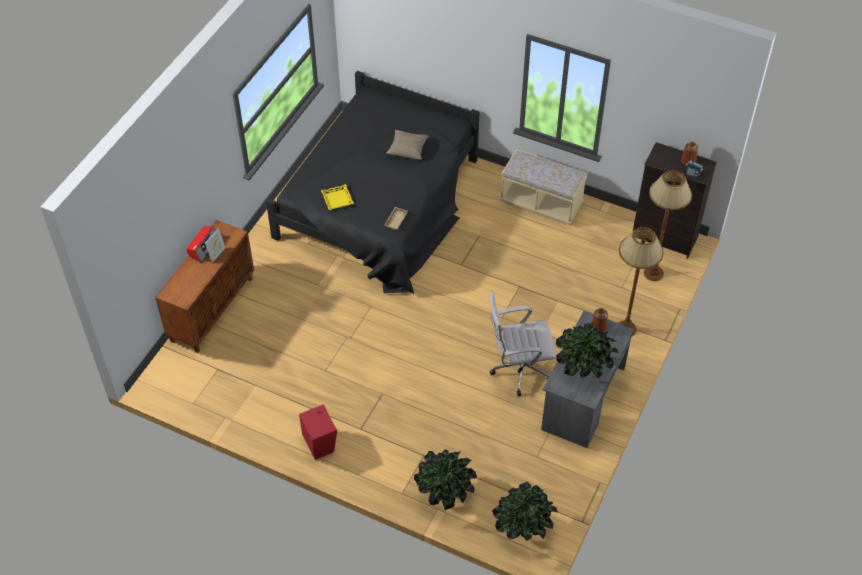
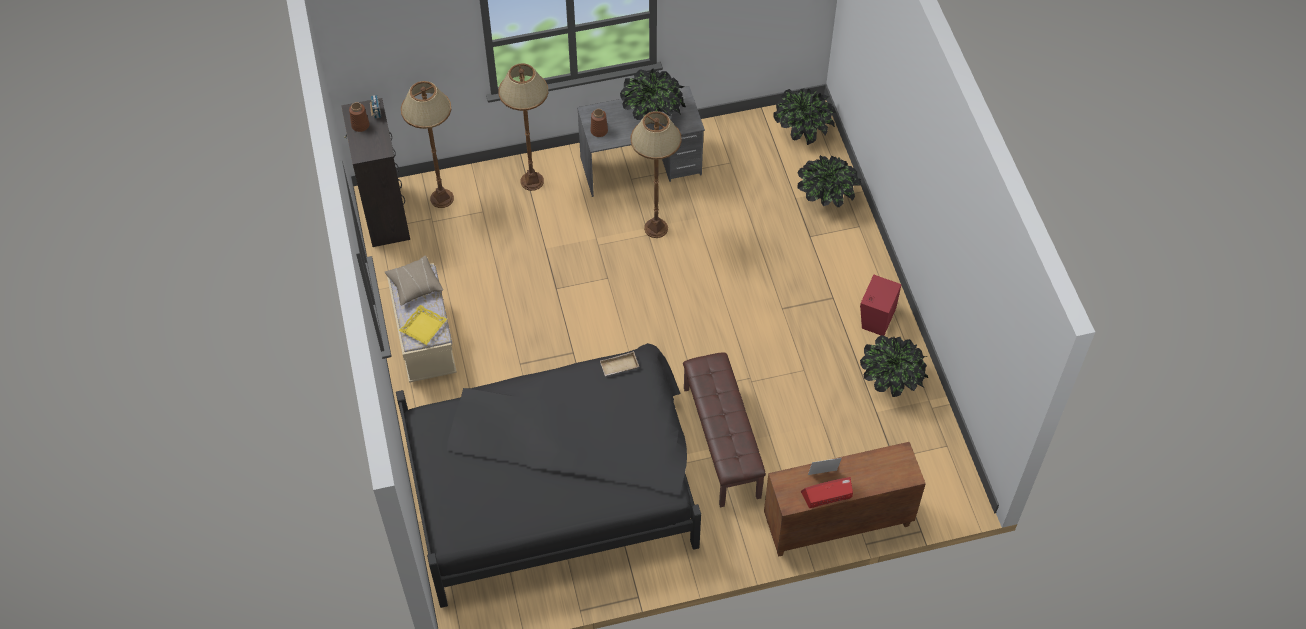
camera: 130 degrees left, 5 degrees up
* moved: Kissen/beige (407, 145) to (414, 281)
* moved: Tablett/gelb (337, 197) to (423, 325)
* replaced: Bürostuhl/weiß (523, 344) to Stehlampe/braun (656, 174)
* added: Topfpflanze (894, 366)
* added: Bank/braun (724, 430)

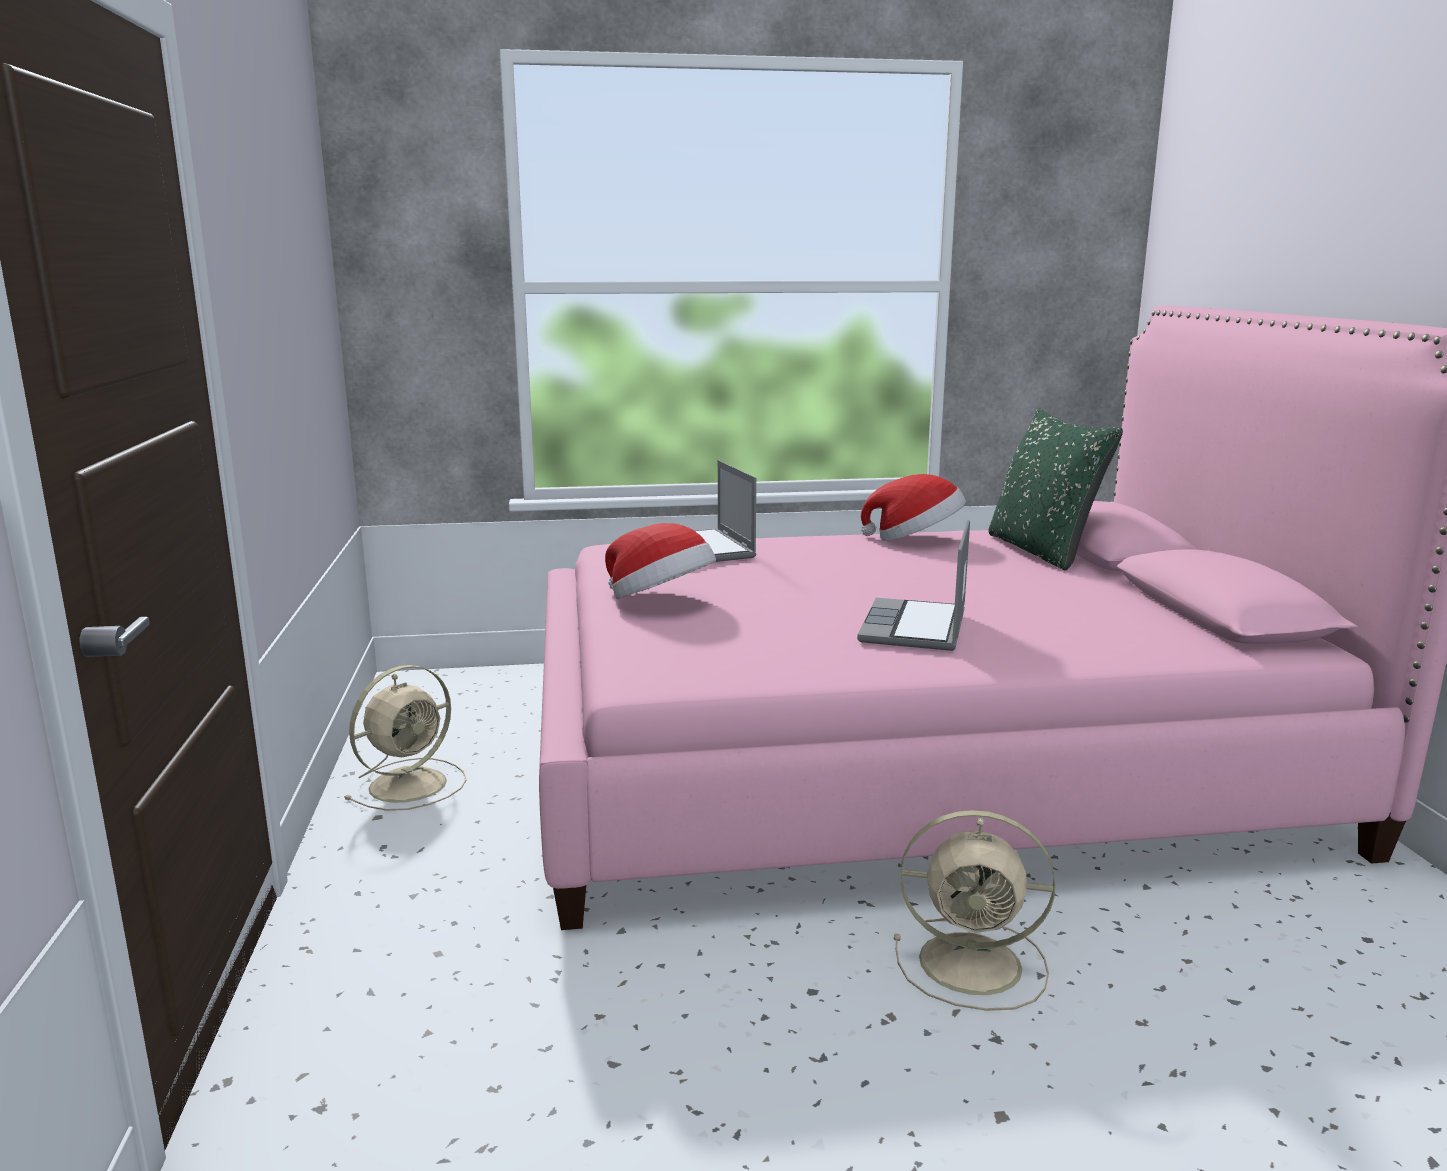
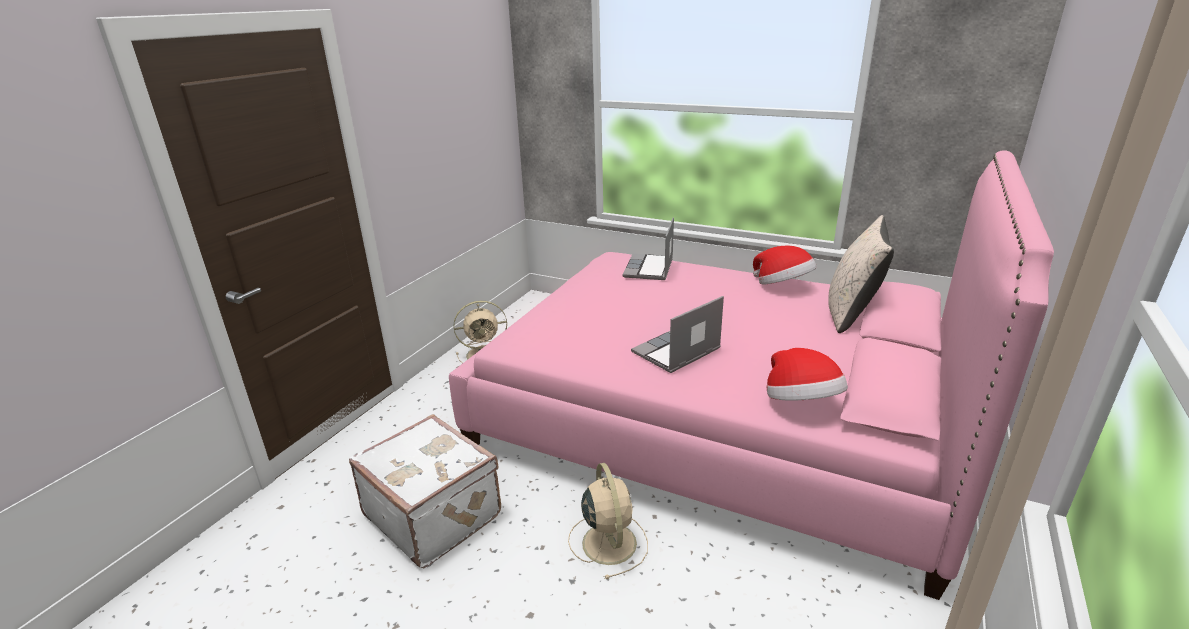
camera: 35 degrees right, 10 degrees up
* recoloured: Kissen/grün (1055, 489) to Kissen/beige (861, 274)
* moved: Hut (660, 561) to (807, 374)
* turned: Ventilator/beige (975, 910) = (608, 521) 150 degrees counterclockwise
* added: Koffer/weiß (425, 491)

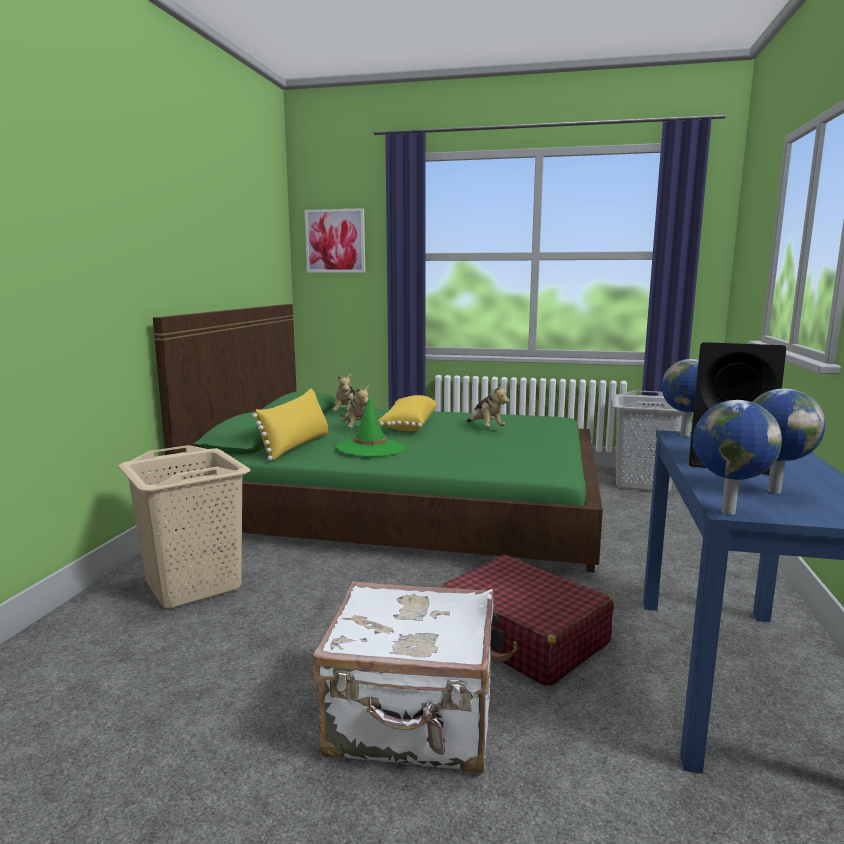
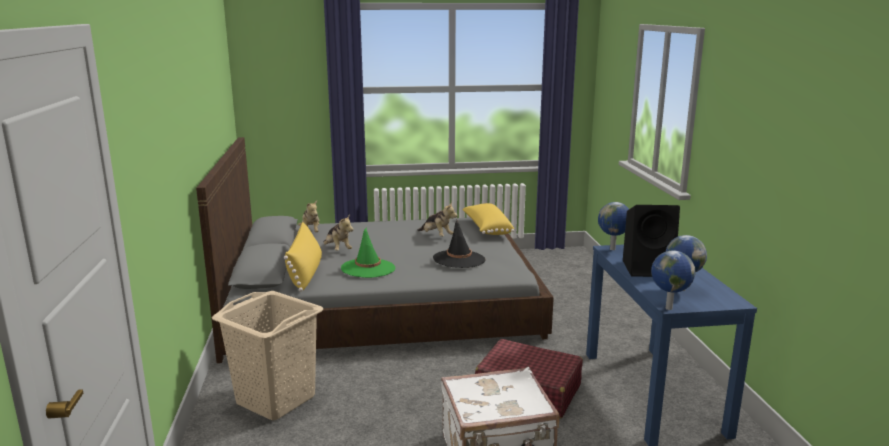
camera: 20 degrees left, 5 degrees up
* removed: Bild (335, 240)
* recoloured: Bett/grün (378, 438) to Bett/grau (375, 250)
* removed: Wäschekorb/grau (647, 440)
* moved: Kissen/gelb (407, 413) to (488, 219)
* added: Hut/schwarz (459, 244)

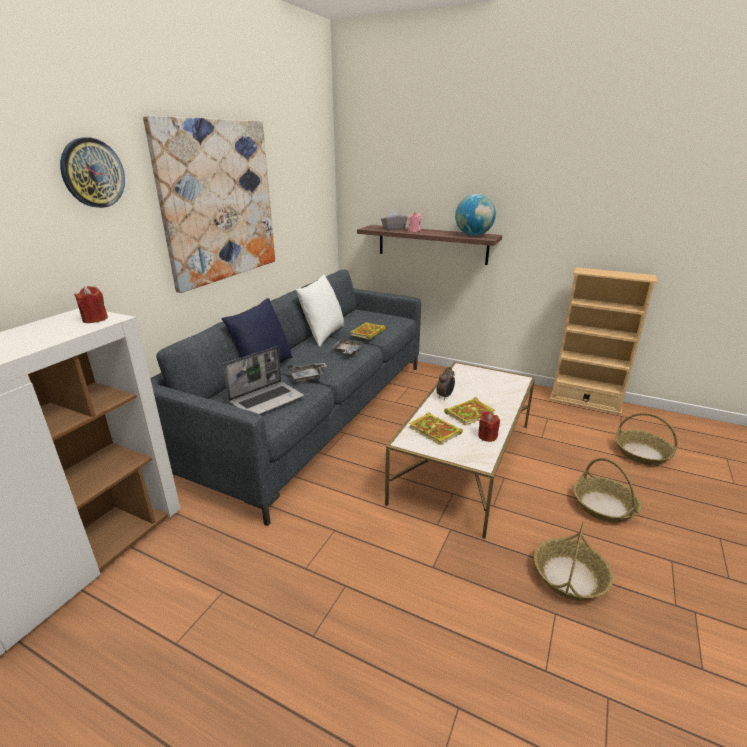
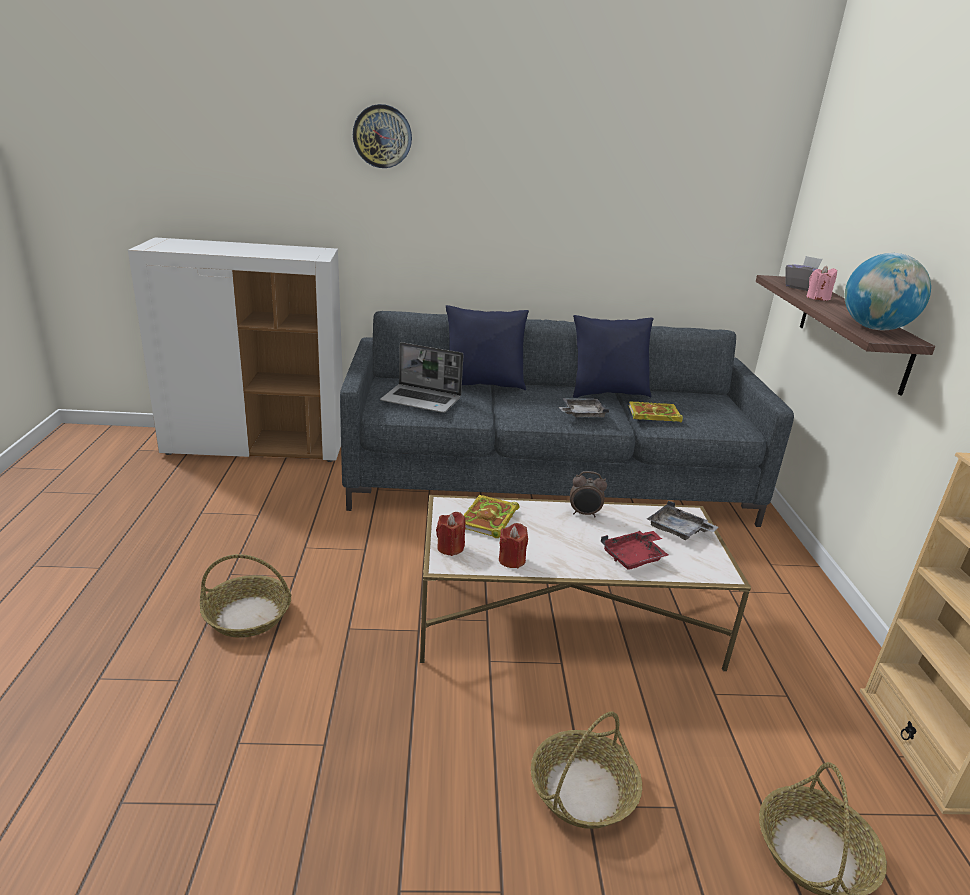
camera: 60 degrees right, 0 degrees up
* removed: Bild (209, 204)
* recoloured: Kissen/weiß (320, 311) to Kissen/blau (613, 356)
* moved: Kerze/rot (91, 304) to (450, 534)
* moved: Tablett/grau (307, 372) to (683, 520)
* removed: Buch (469, 411)
* moved: Korb (573, 561) to (245, 596)
* added: Tablett/rot (634, 550)

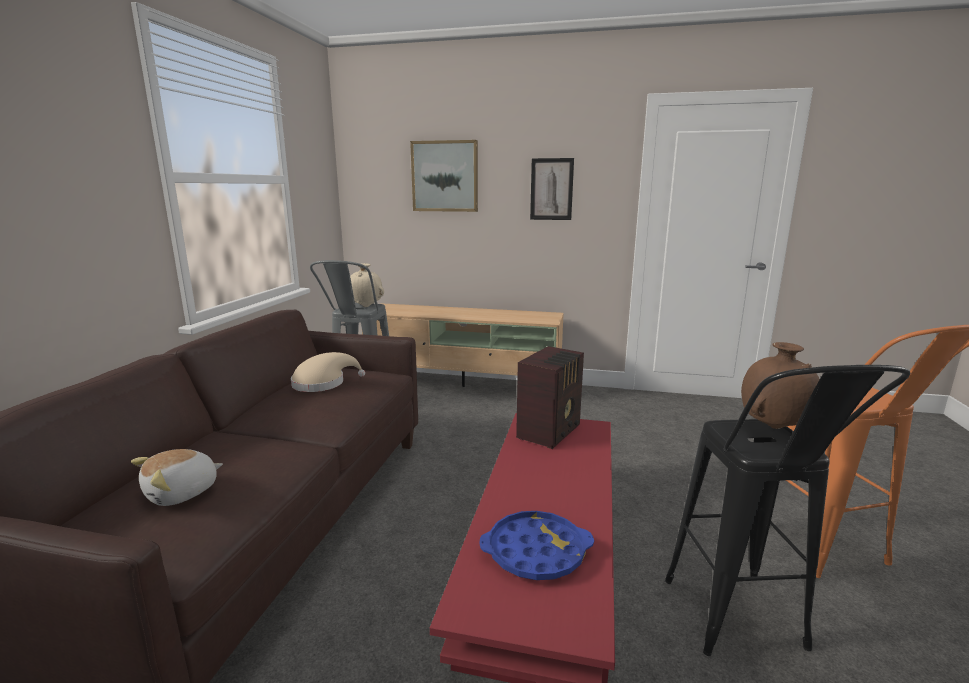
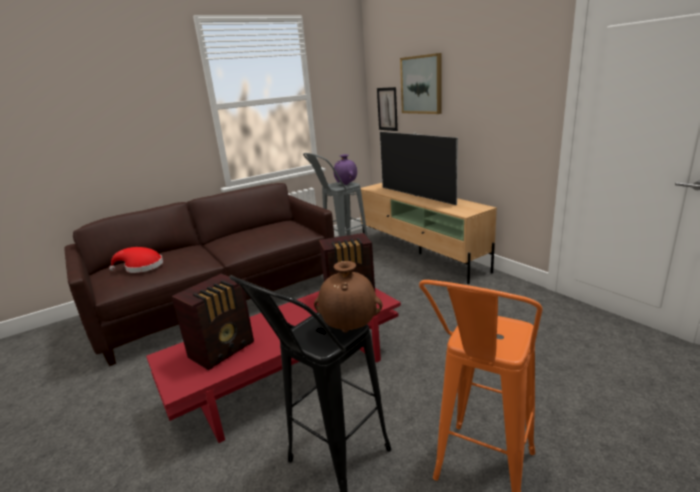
camera: 45 degrees right, 5 degrees up
* moved: Bild (552, 189) to (387, 109)
* recoloured: Vase/beige (367, 285) to Vase/lila (345, 169)
* removed: Hut/beige (328, 372)
* replaced: Plüschtier (177, 477) to Hut/rot (136, 260)
* replaced: Tablett/blau (536, 545) to Radio (212, 322)
* added: Fernseher (419, 168)

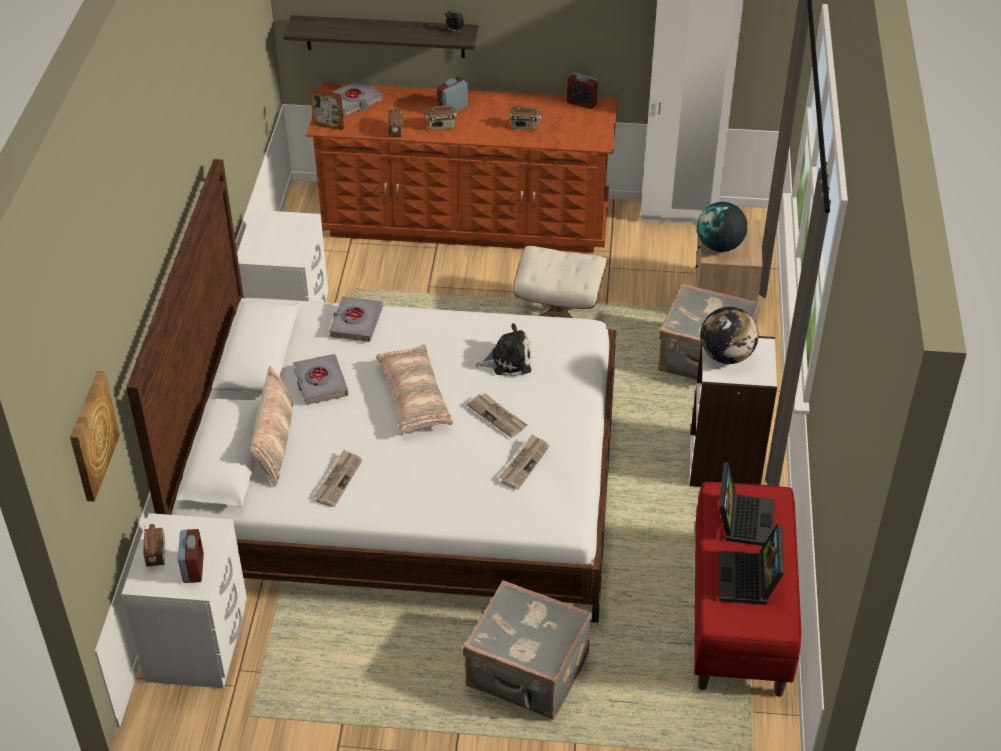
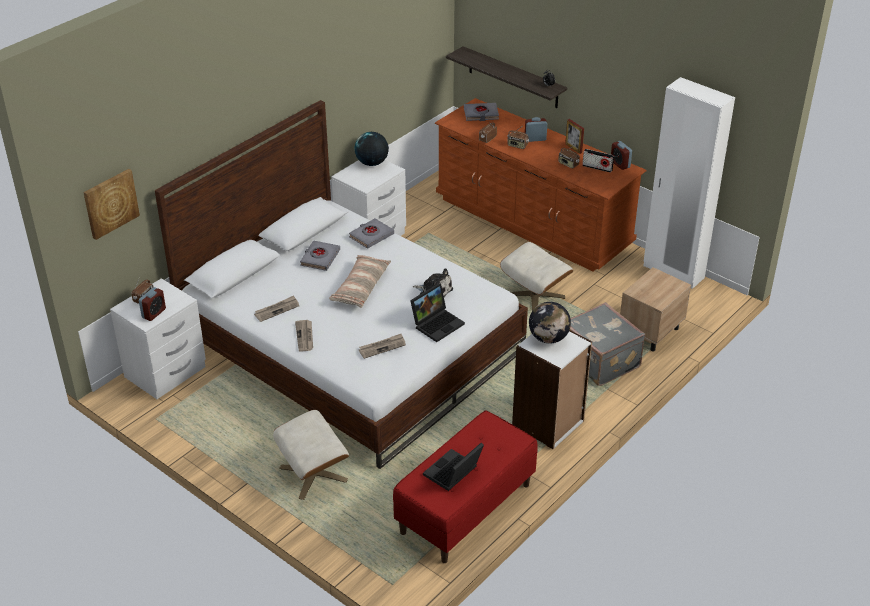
camera: 35 degrees right, 5 degrees down
* moved: Bilderrahmen (327, 109) to (574, 136)
* moved: Globus (722, 227) to (371, 149)
* removed: Kissen (272, 426)
* moved: Zeitung (496, 416) to (304, 336)
* moved: Laptop (747, 504) to (437, 312)
* replaced: Koffer/grau (527, 650) to Polsterhocker/beige (311, 455)
* added: Radio (598, 161)

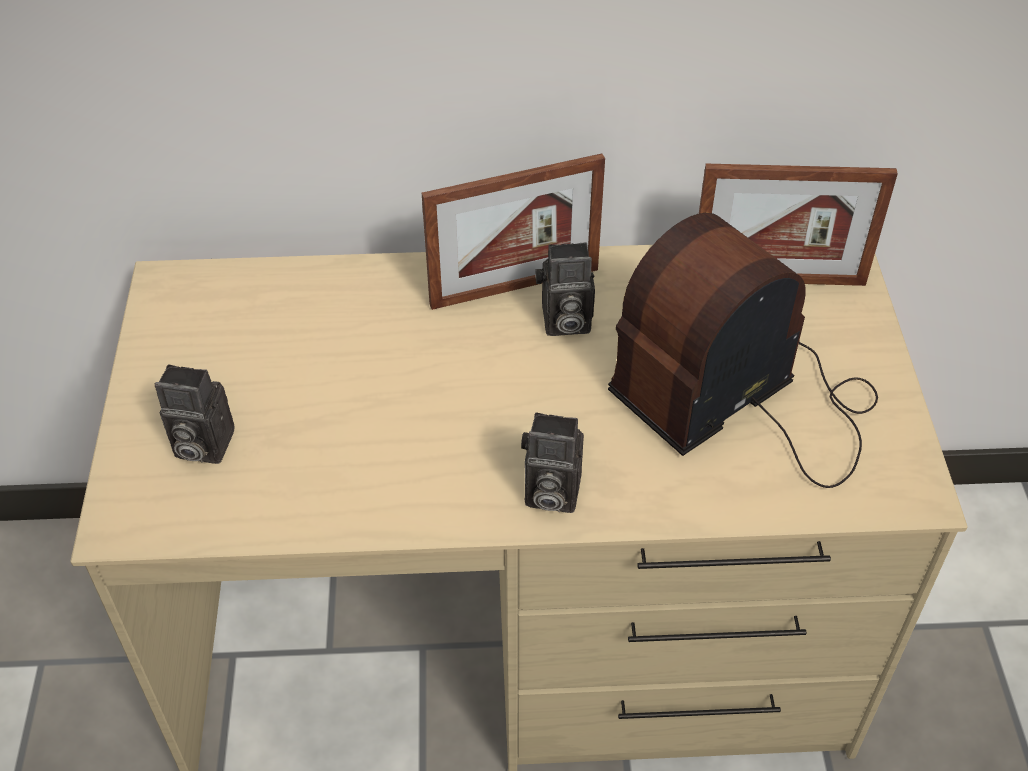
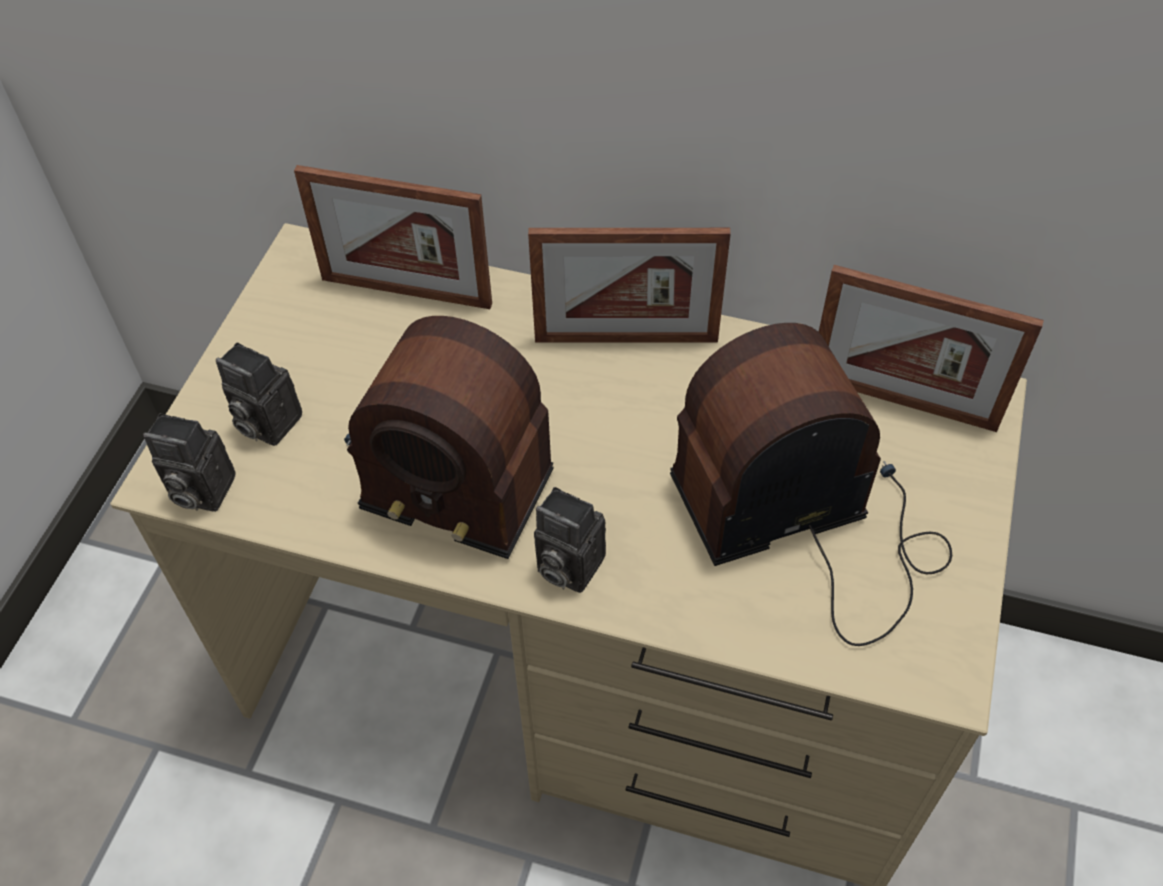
camera: 20 degrees right, 5 degrees up
* moved: Kamera (565, 289) to (189, 462)
* added: Bilderrahmen (393, 237)
* added: Radio (449, 437)

